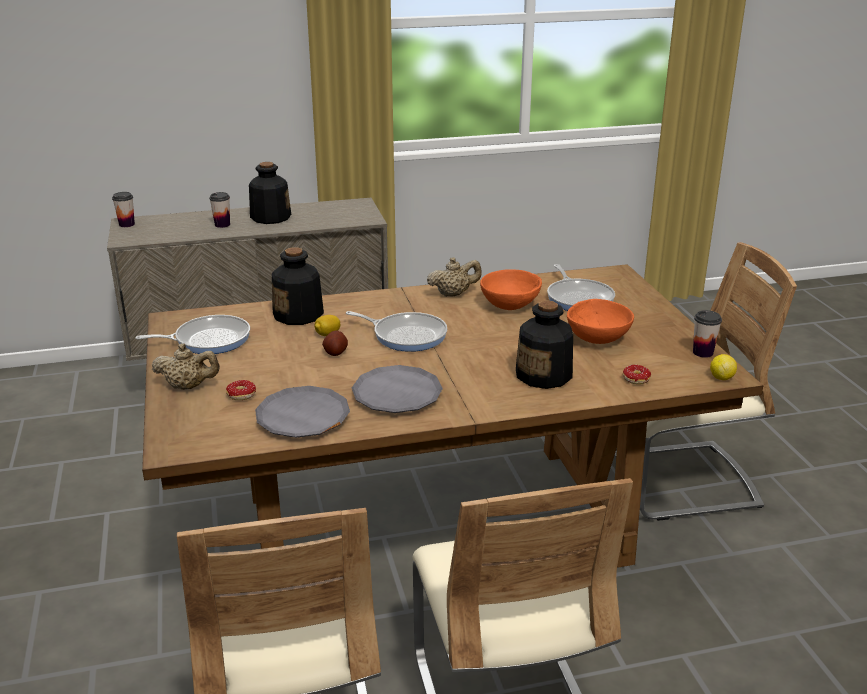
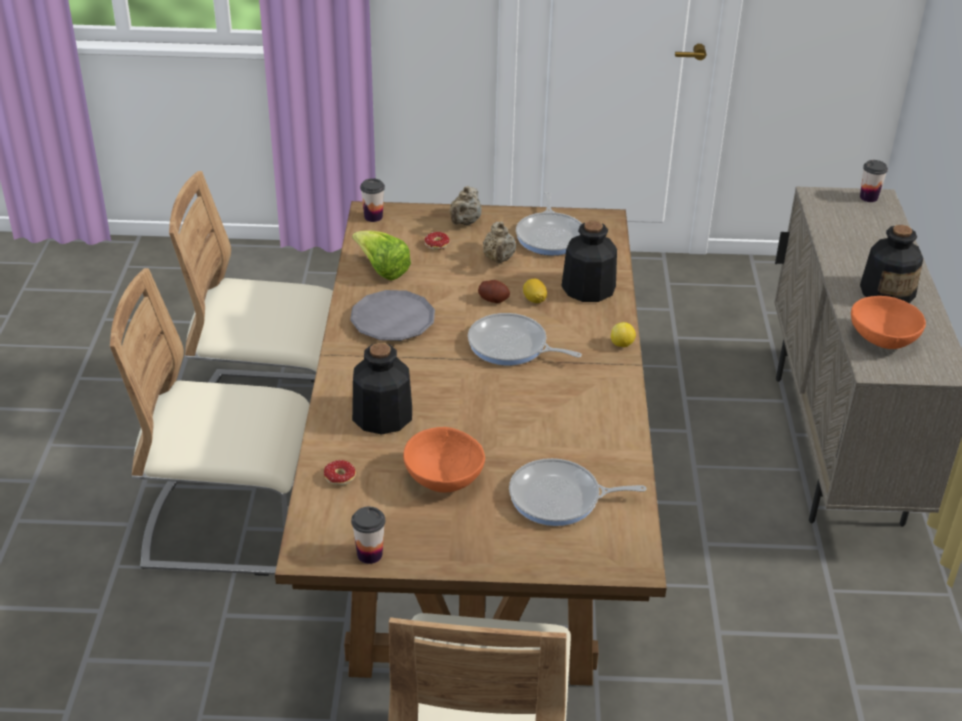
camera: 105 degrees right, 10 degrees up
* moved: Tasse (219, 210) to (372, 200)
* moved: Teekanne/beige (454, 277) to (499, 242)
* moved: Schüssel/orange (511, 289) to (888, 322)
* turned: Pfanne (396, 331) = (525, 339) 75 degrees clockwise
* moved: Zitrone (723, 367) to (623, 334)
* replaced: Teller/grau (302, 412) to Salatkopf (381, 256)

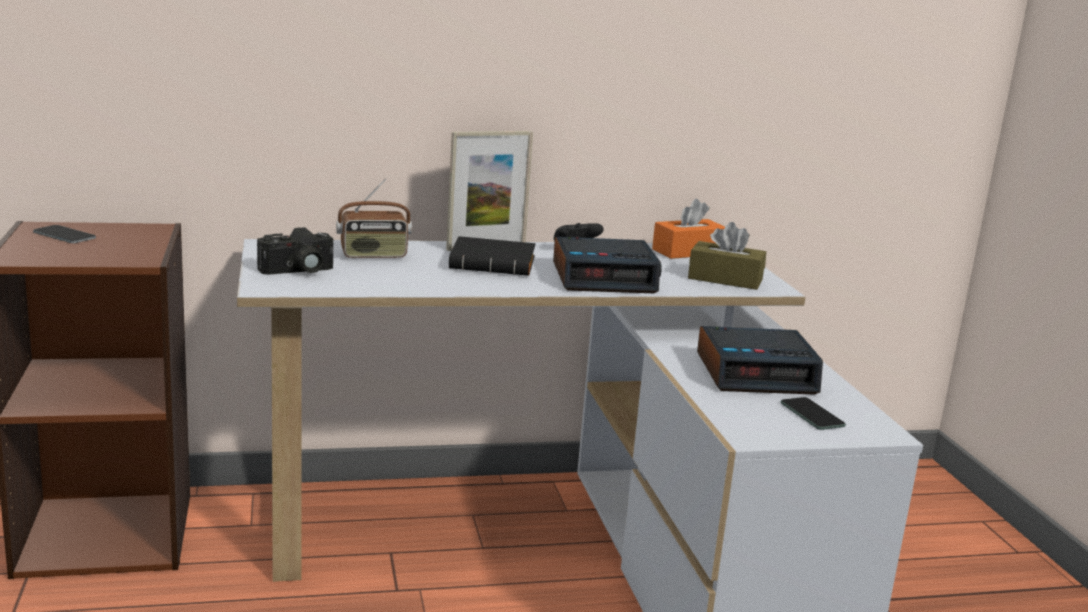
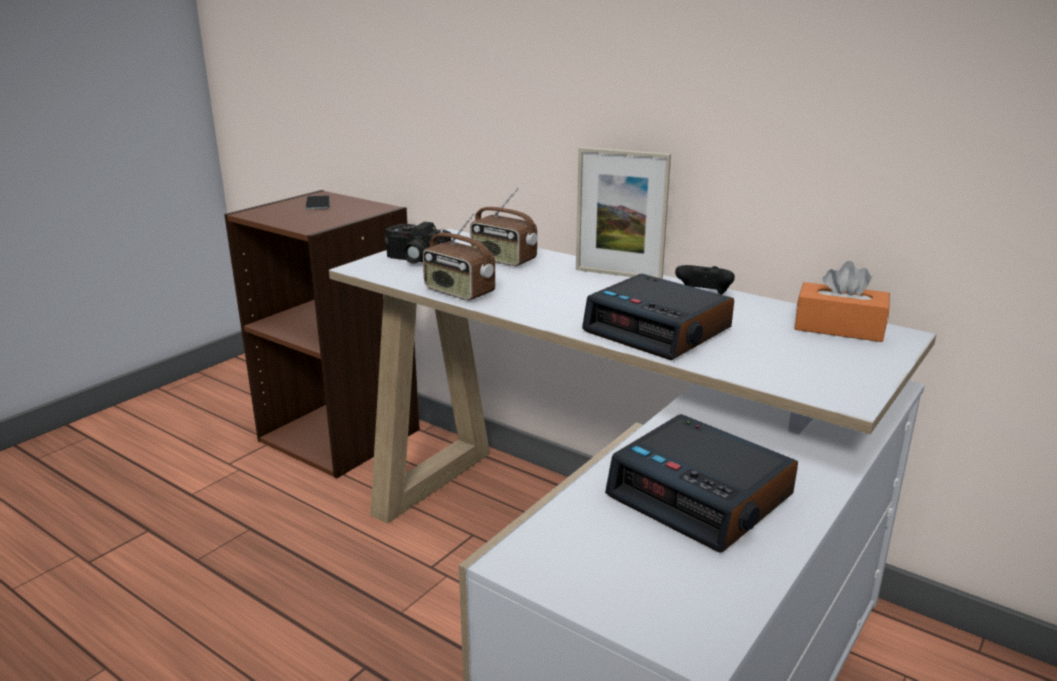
camera: 50 degrees right, 5 degrees up
* removed: Taschentuchbox/braun (727, 256)
* removed: Buch/schwarz (492, 256)
* removed: Handy (813, 413)
* added: Radio (459, 256)

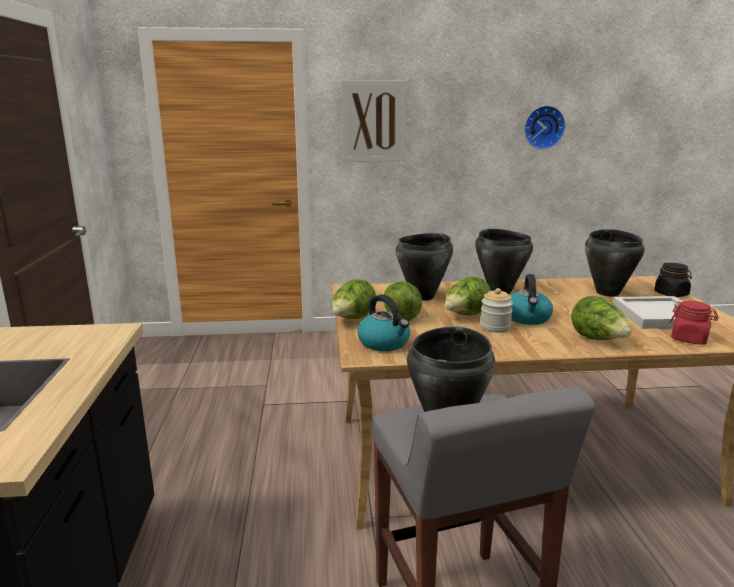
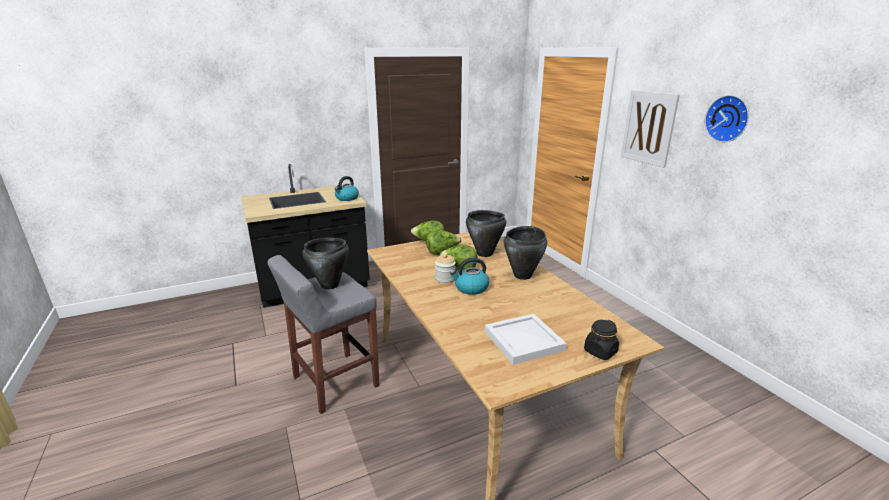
camera: 70 degrees right, 5 degrees up
* moved: Wanduhr (545, 127) to (727, 118)
* removed: Kochtopf/schwarz (615, 262)
* moved: Wasserkessel (384, 322) to (346, 188)
* removed: Salatkopf (601, 318)
* removed: Vorratsglas/rot (694, 323)

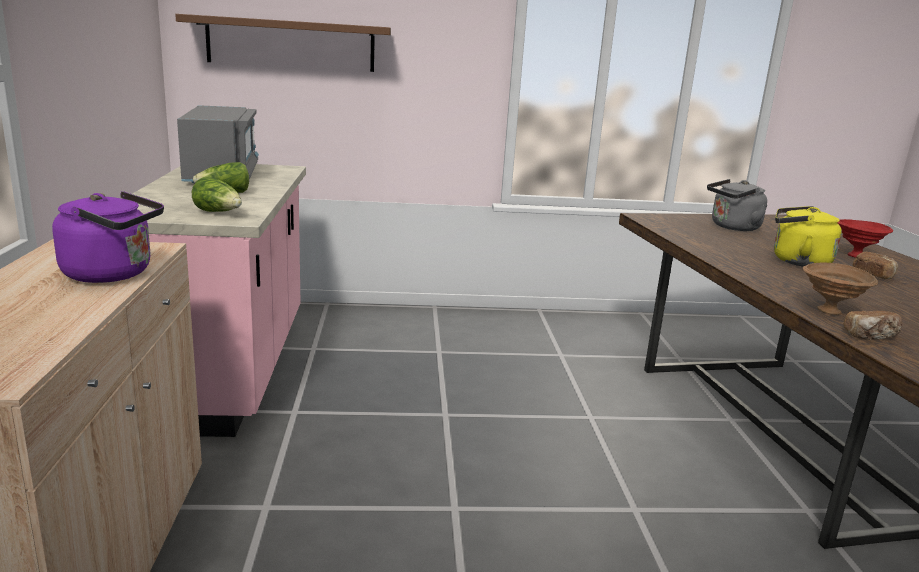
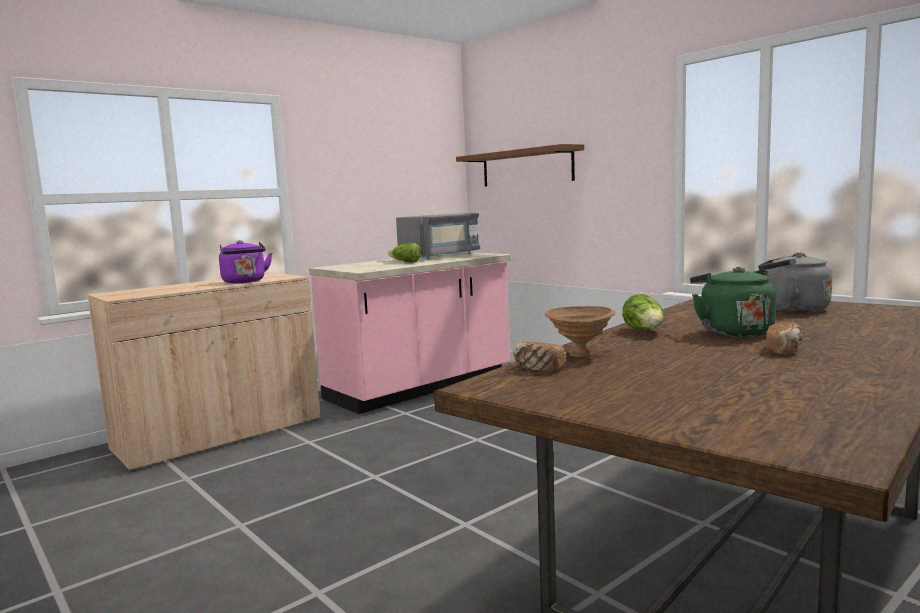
camera: 55 degrees right, 10 degrees down
* moved: Salatkopf (217, 194) to (643, 312)
* recoloured: Wasserkessel/gelb (808, 236) to Wasserkessel/grün (733, 302)
* removed: Schüssel/rot (865, 238)

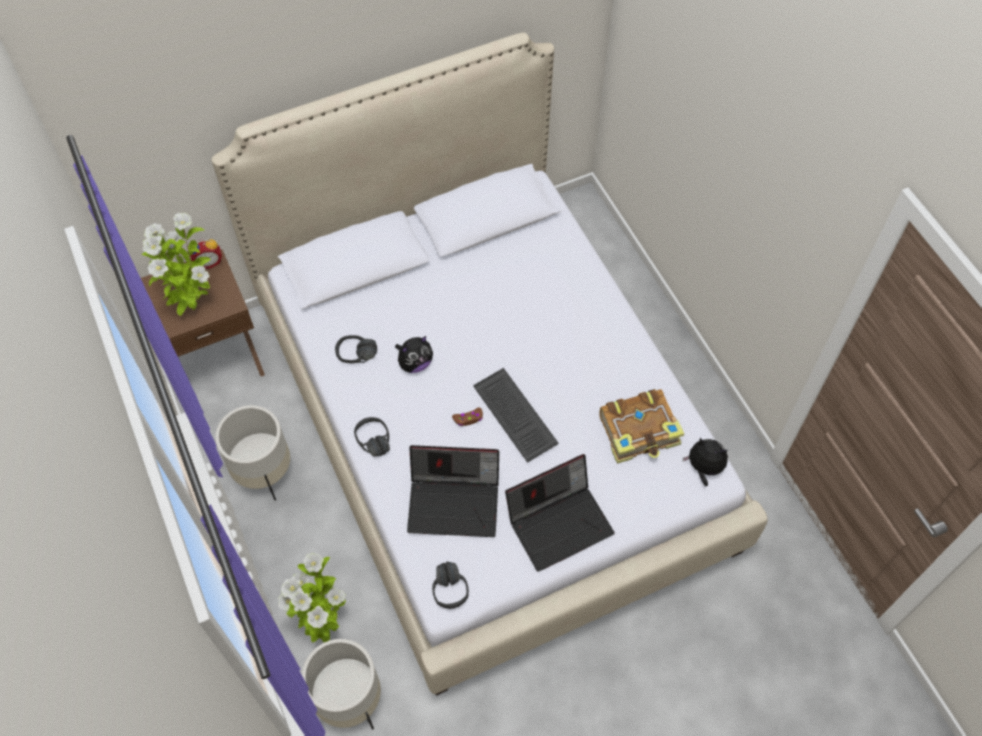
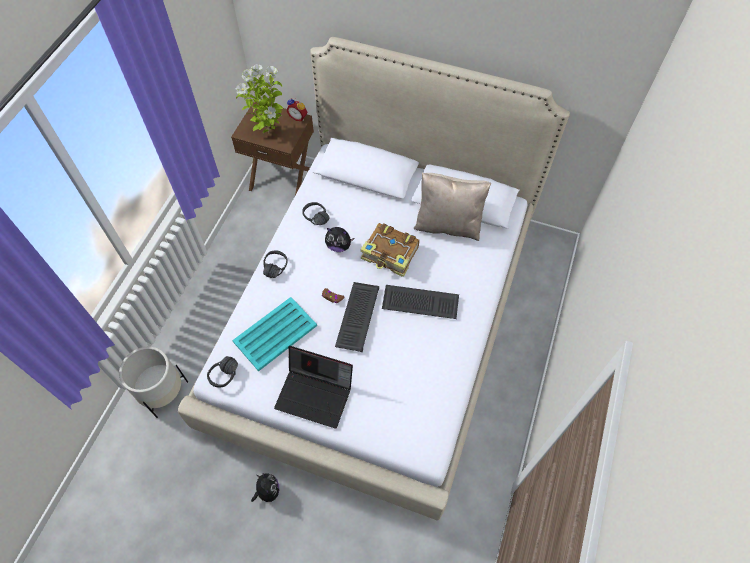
camera: 45 degrees right, 0 degrees up
* moved: Buch (641, 426) to (390, 250)
* removed: Pflanzkübel/weiß (252, 452)
* moved: Plüschtier (705, 462) to (265, 487)
* replaced: Laptop (453, 491) to Tablett/türkis (274, 334)
* removed: Topfpflanze (312, 597)
* added: Kissen/beige (452, 206)
* added: Tastatur (420, 302)

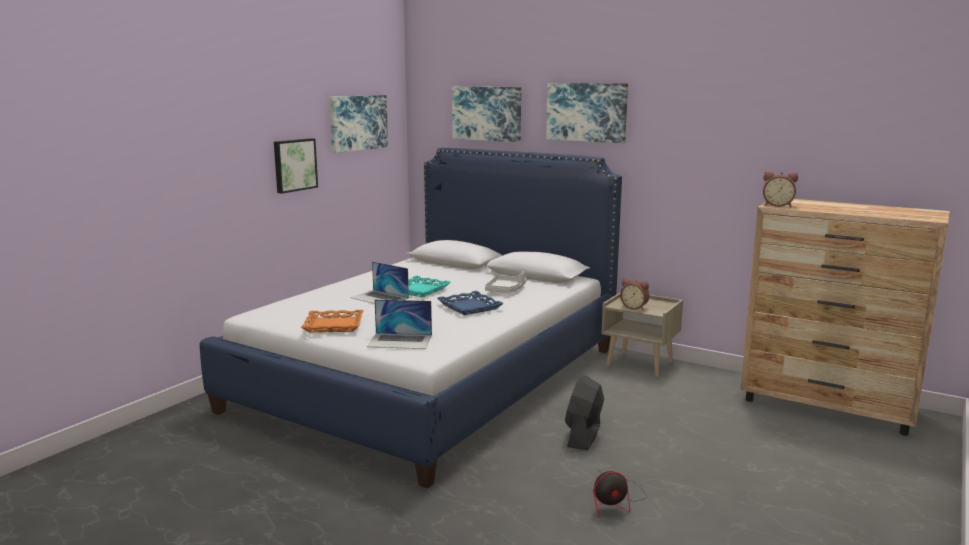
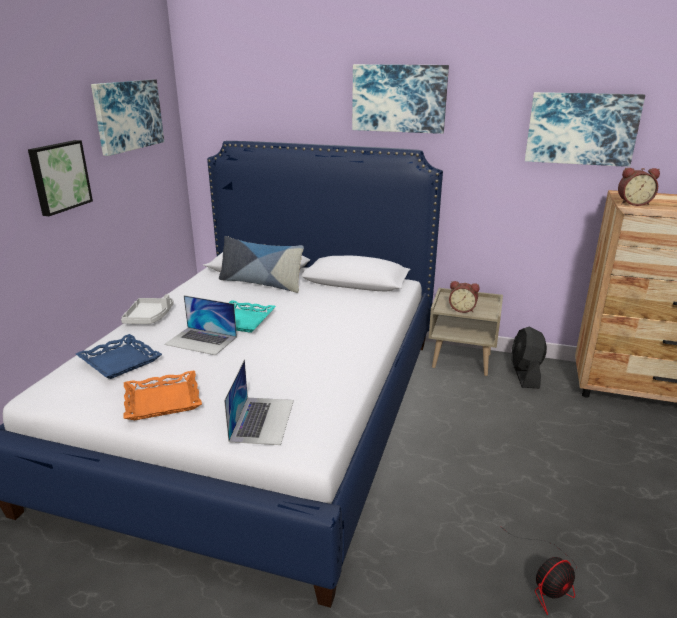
camera: 15 degrees left, 10 degrees up
* moved: Bild (486, 114) to (585, 129)
* moved: Tablett/grau (505, 282) to (147, 309)
* moved: Tablett/blau (470, 303) to (119, 356)
* turned: Laptop (399, 324) = (259, 402) 75 degrees counterclockwise
* moved: Ventilator/schwarz (584, 413) to (529, 357)
* added: Kissen (261, 264)

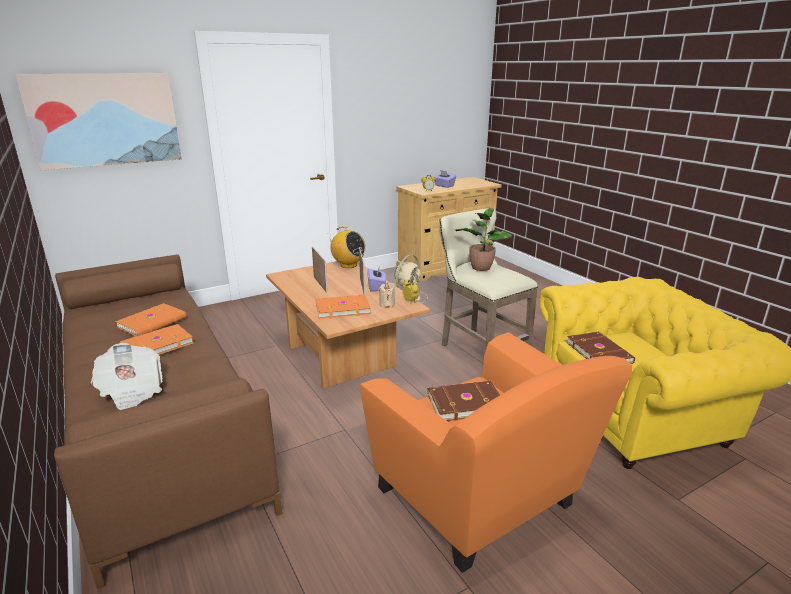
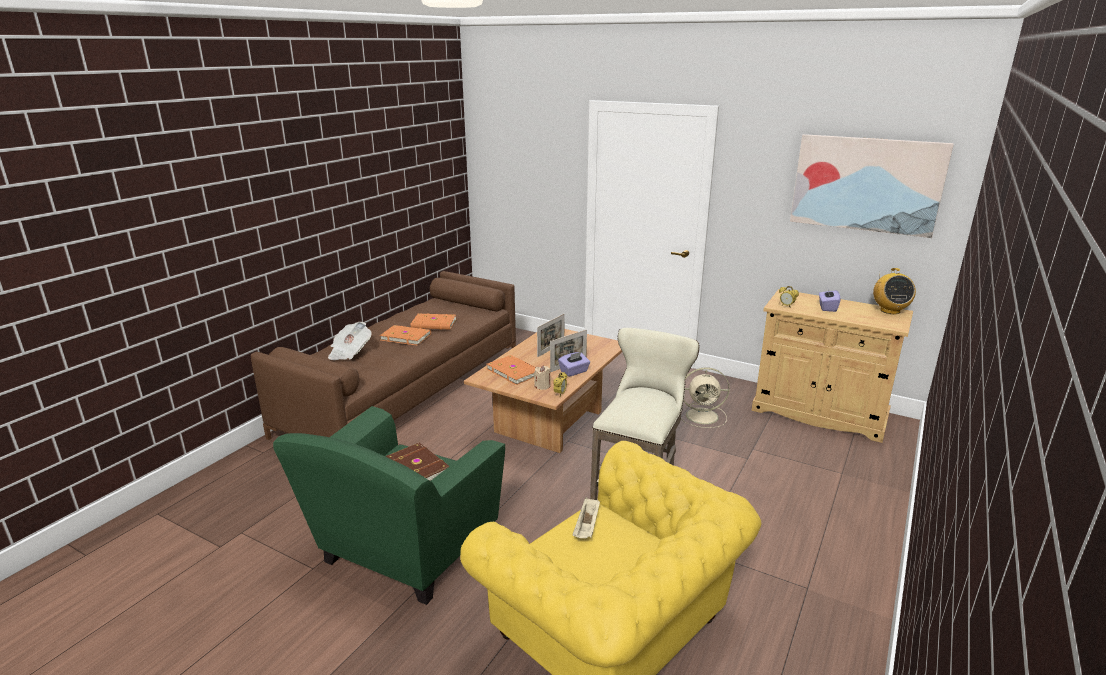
camera: 60 degrees right, 0 degrees up
* moved: Bild (98, 121) to (872, 186)
* removed: Topfpflanze (484, 239)
* moved: Radio (346, 247) to (894, 291)
* replaced: Buch/braun (600, 347) to Tablett/beige (586, 517)
* recoloured: Sessel/orange (496, 452) to Sessel/grün (389, 505)

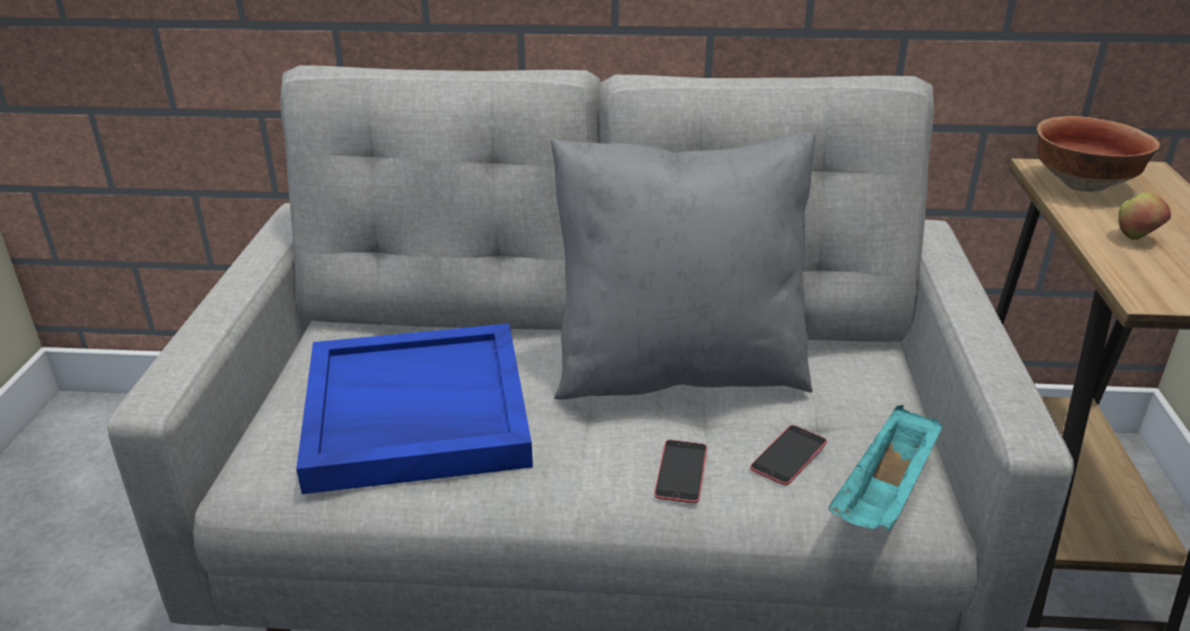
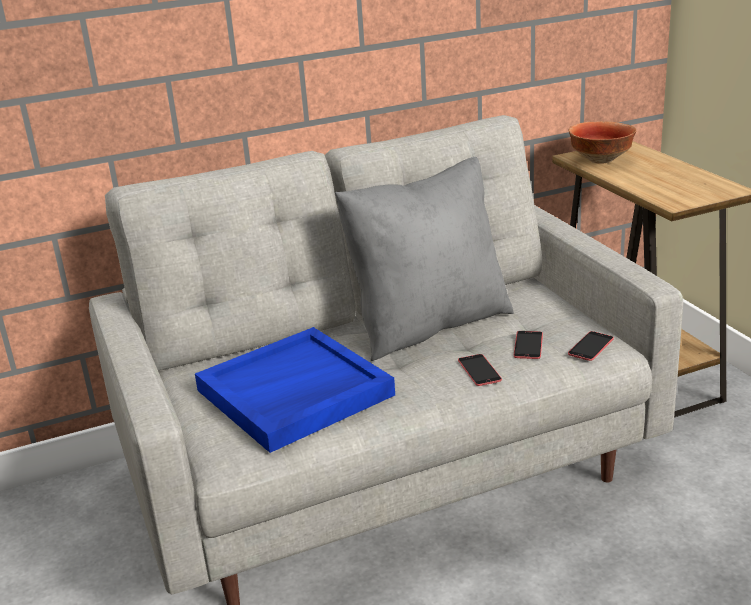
camera: 25 degrees left, 5 degrees down
* removed: Apfel (1144, 216)
* replaced: Tablett/türkis (885, 468) to Handy (591, 346)

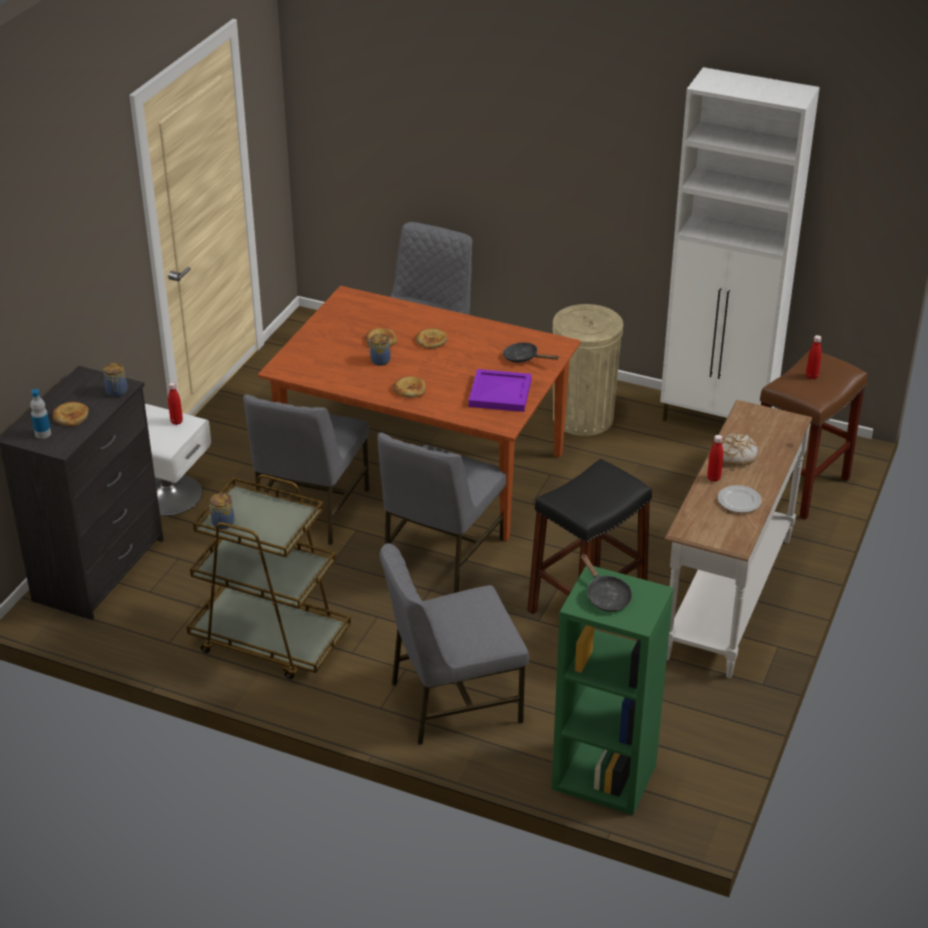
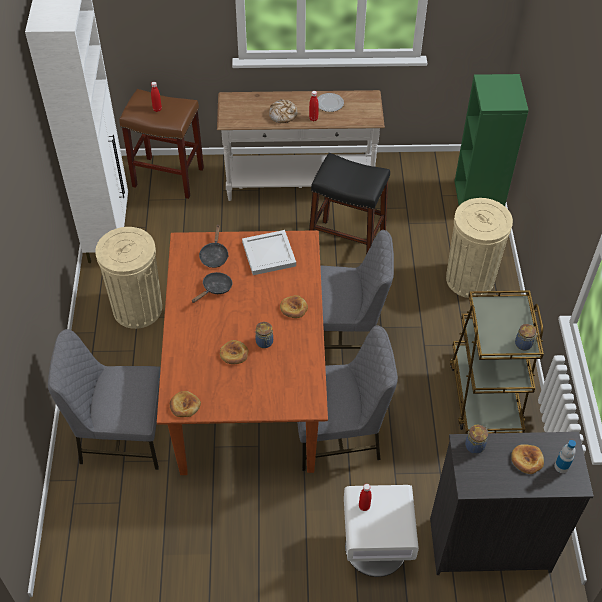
camera: 115 degrees left, 15 degrees up
* moved: Brot (432, 338) to (185, 404)
* recoloured: Tablett/lila (500, 390) to Tablett/weiß (269, 252)
* replaced: Stuhl/grau (454, 644) to Mülleimer/beige (479, 248)
* moved: Pfanne/schwarz (606, 583) to (212, 287)

